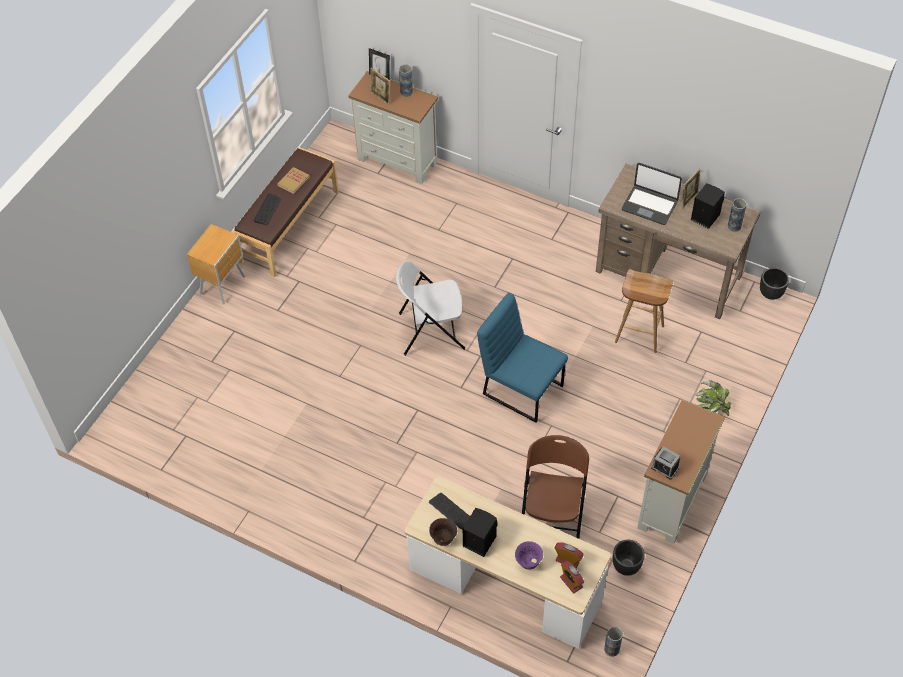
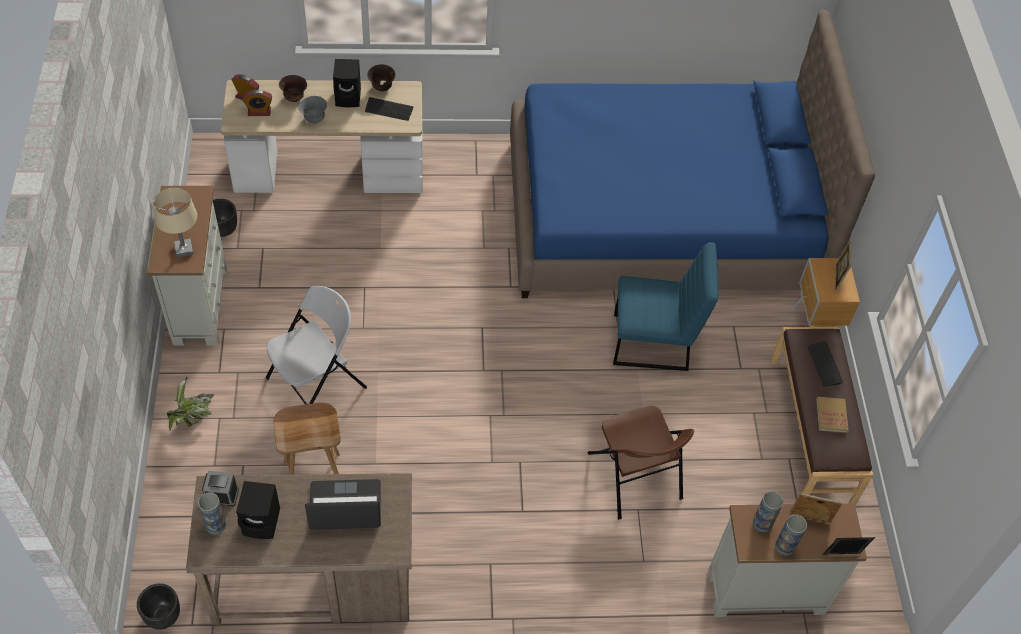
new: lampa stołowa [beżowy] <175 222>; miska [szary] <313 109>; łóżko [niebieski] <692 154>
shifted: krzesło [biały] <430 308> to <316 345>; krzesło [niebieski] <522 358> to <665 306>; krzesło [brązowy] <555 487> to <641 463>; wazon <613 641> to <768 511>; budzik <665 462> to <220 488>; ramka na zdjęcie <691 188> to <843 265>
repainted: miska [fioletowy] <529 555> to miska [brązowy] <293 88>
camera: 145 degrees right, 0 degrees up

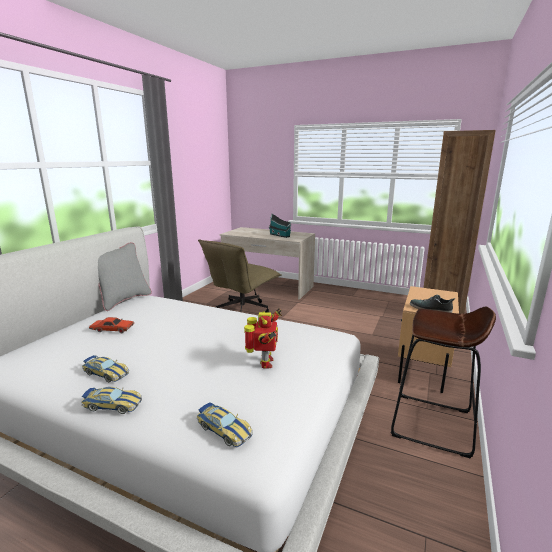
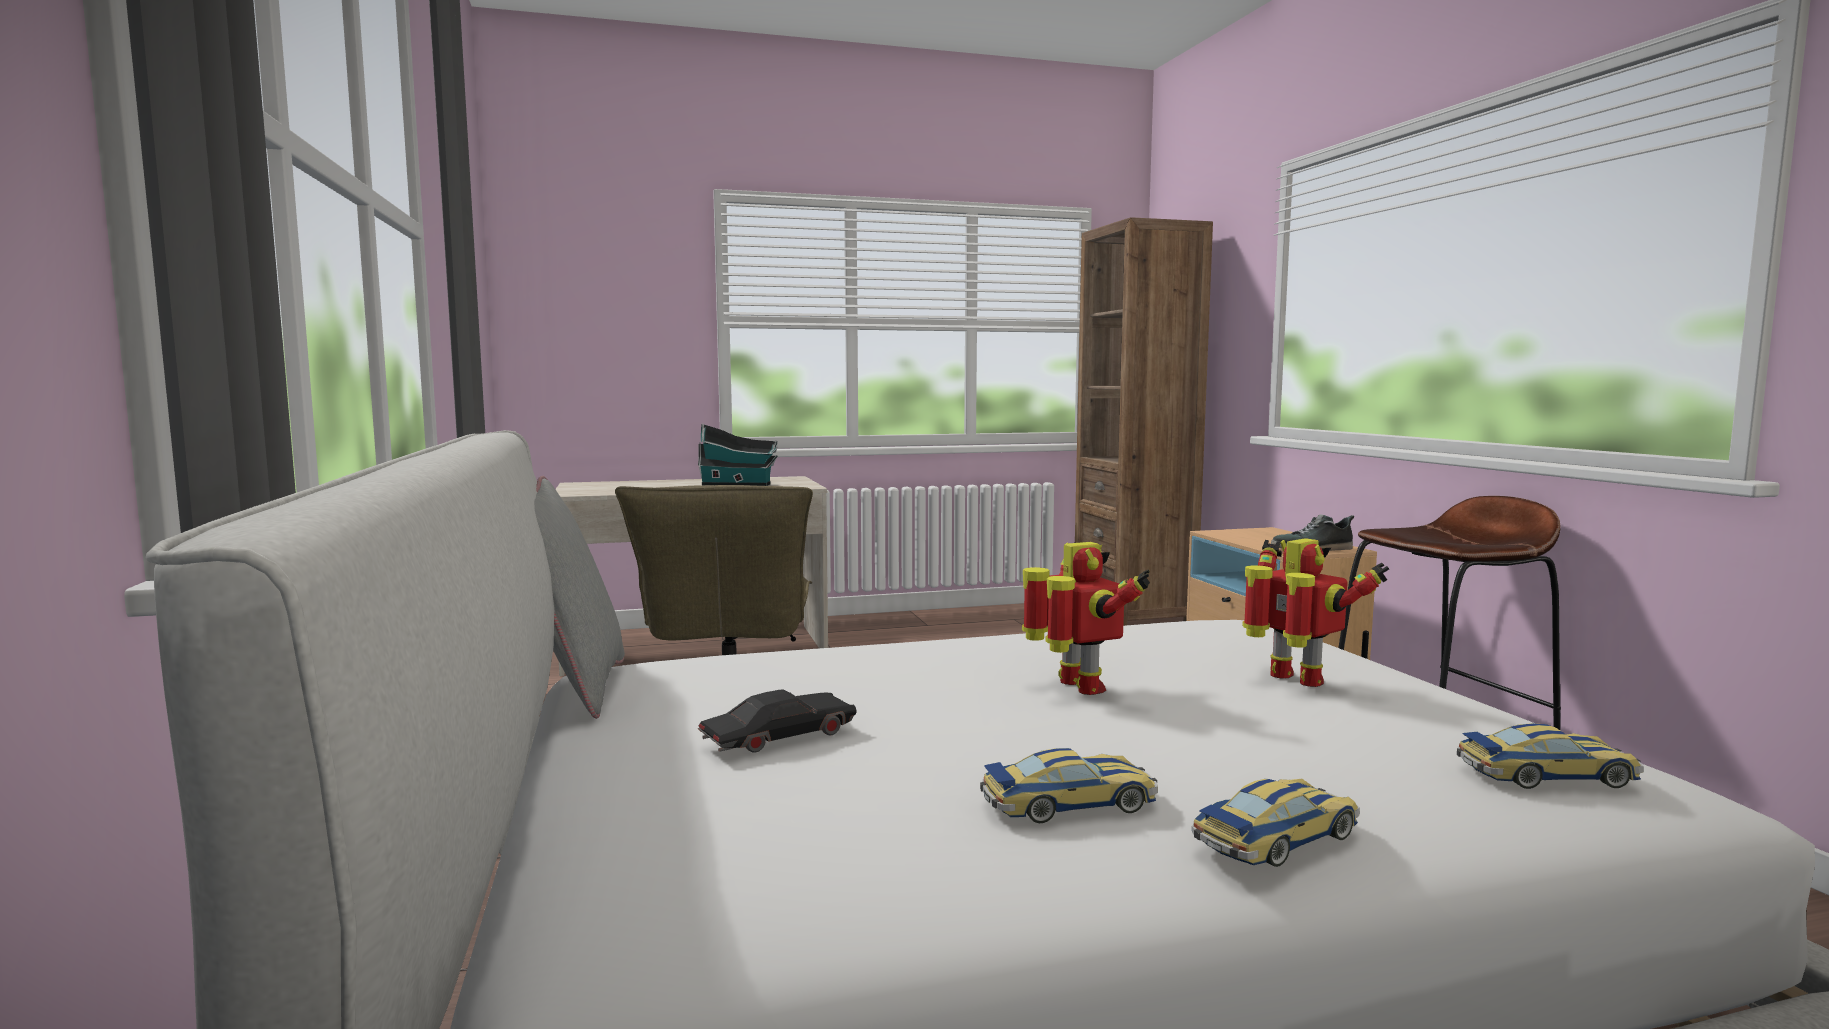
new: robot zabawkowy <1086 618>
repainted: samochodzik [czerwony] <111 325> to samochodzik [czarny] <777 721>
camera: 40 degrees left, 10 degrees down

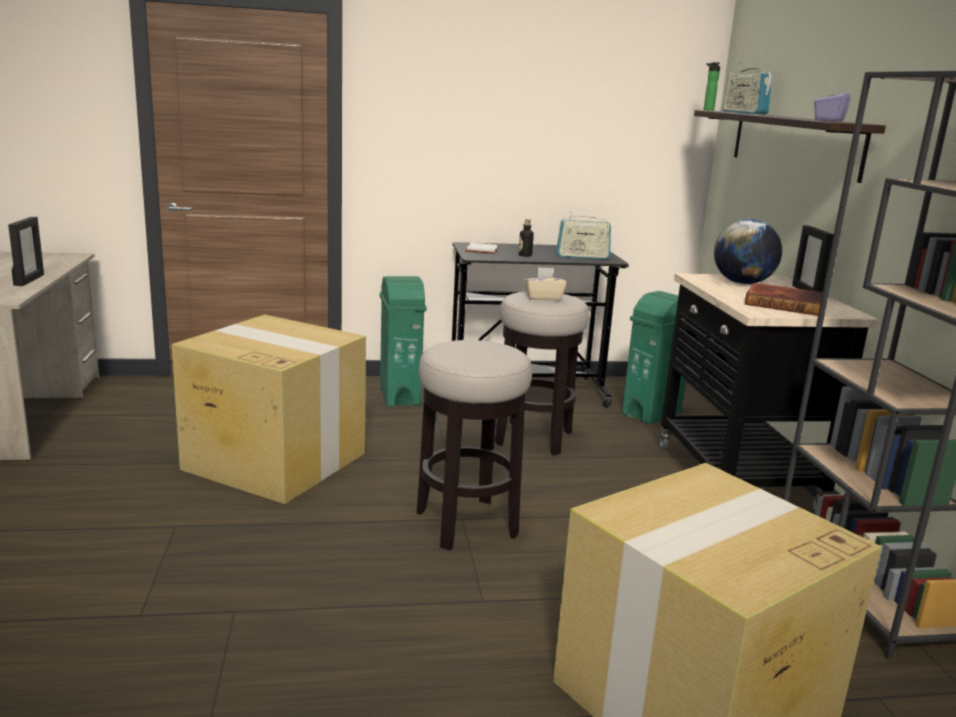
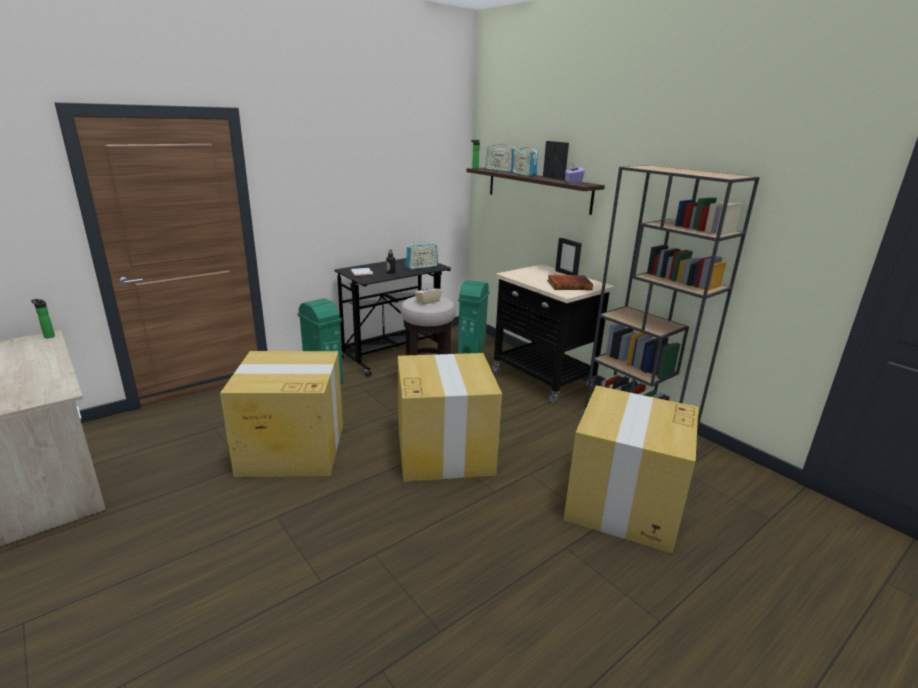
gone: globus <748 251>
new: butelka <43 318>; radio <525 160>
shifted: ramka na zdjęcie <26 251> to <556 160>
swapped: stołek <474 445> to karton <450 417>
camera: 30 degrees left, 5 degrees up

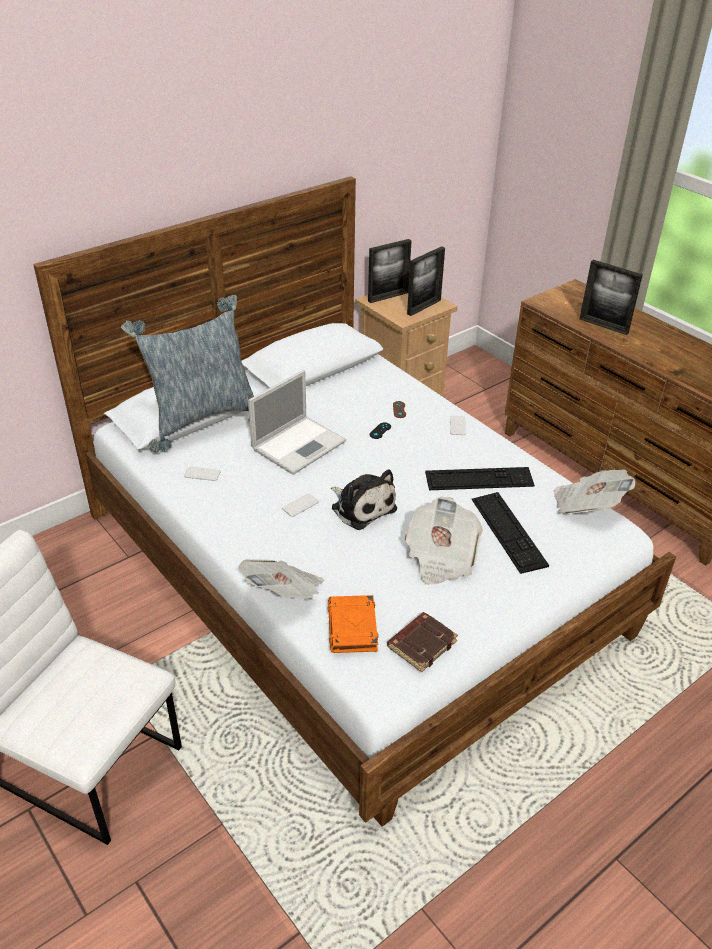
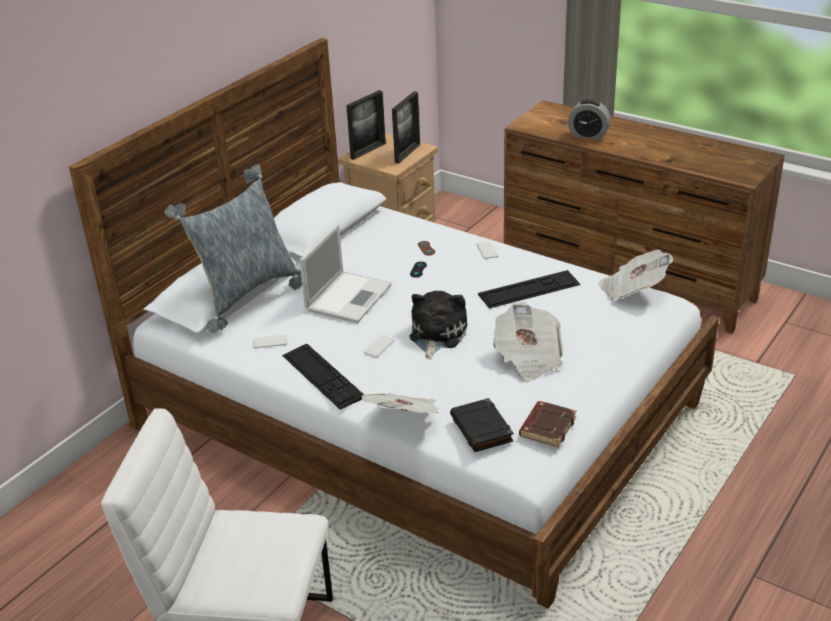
shifted: klawiatura <510 533> to <323 377>
swapped: ramka na zdjęcie <611 297> to budzik <589 119>
repainted: książka [pomarańczowy] <353 624> to książka [czarny] <482 425>
rotated: pluszak <364 499> = <438 325> 105 degrees counterclockwise
camera: 15 degrees left, 5 degrees down

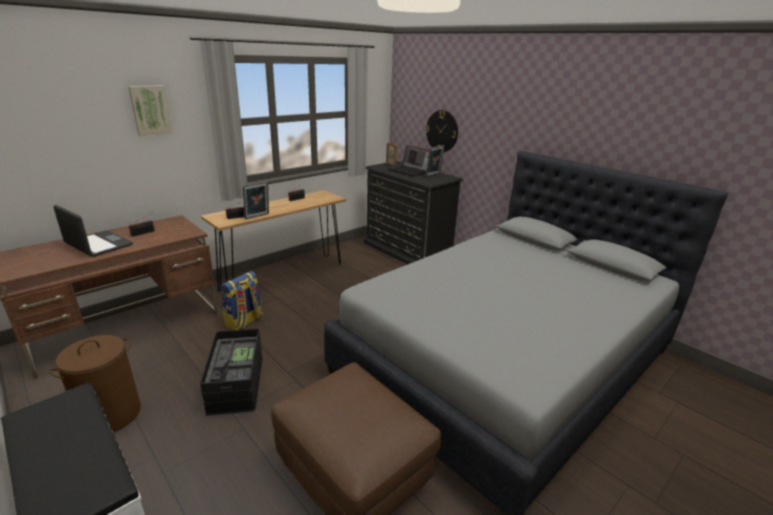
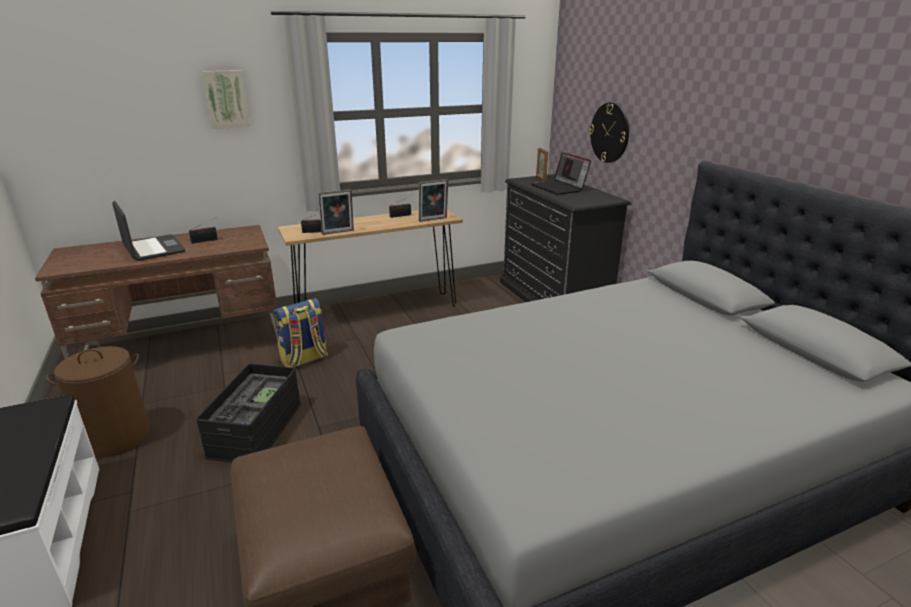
shifted: ramka na zdjęcie <435 161> to <433 200>
camera: 20 degrees right, 0 degrees up

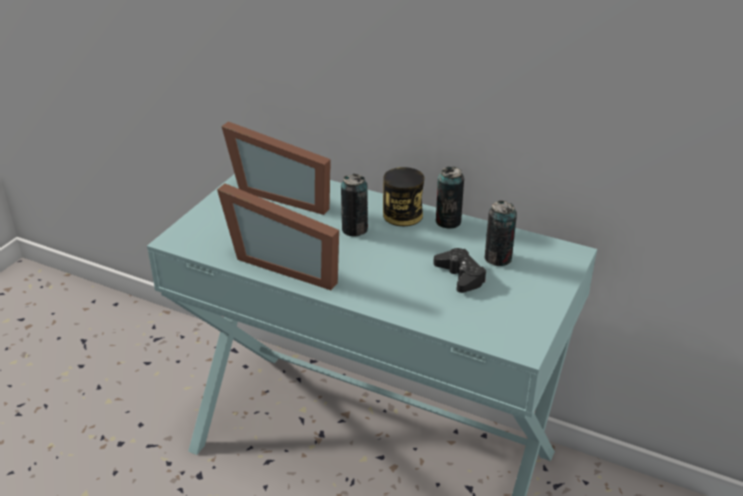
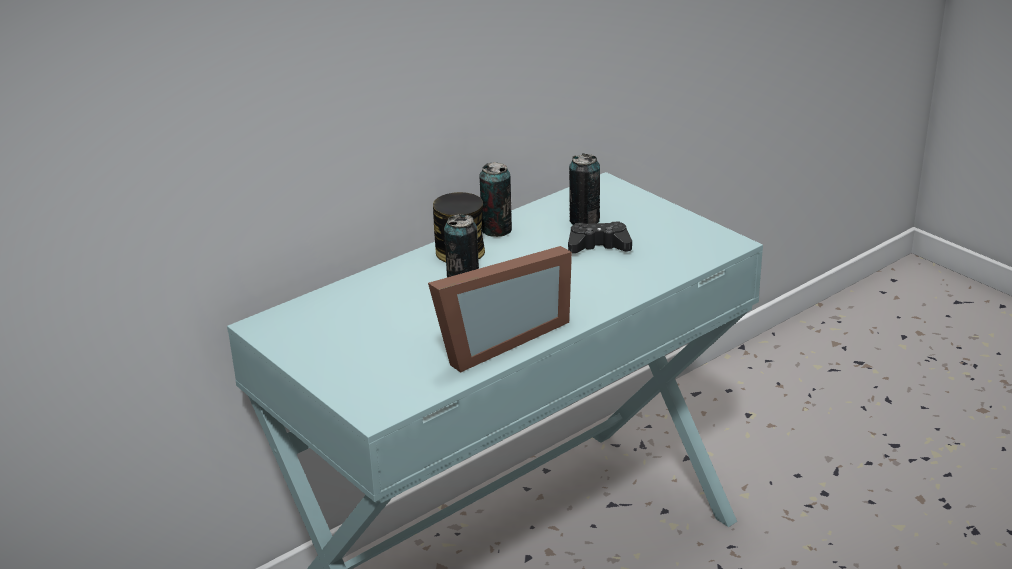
gone: ramka na zdjęcie <276 168>
camera: 65 degrees left, 5 degrees down

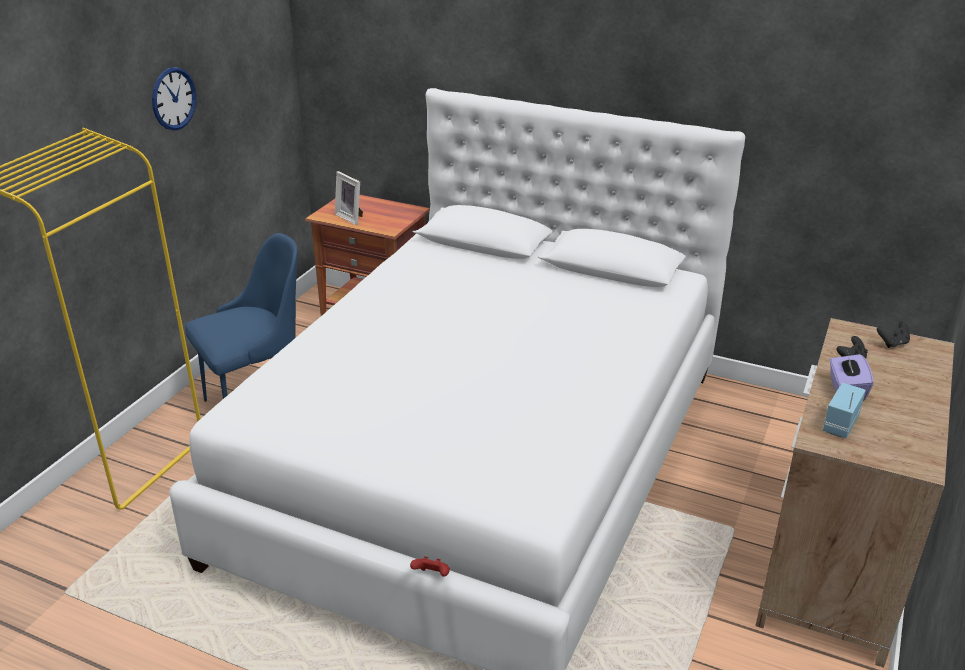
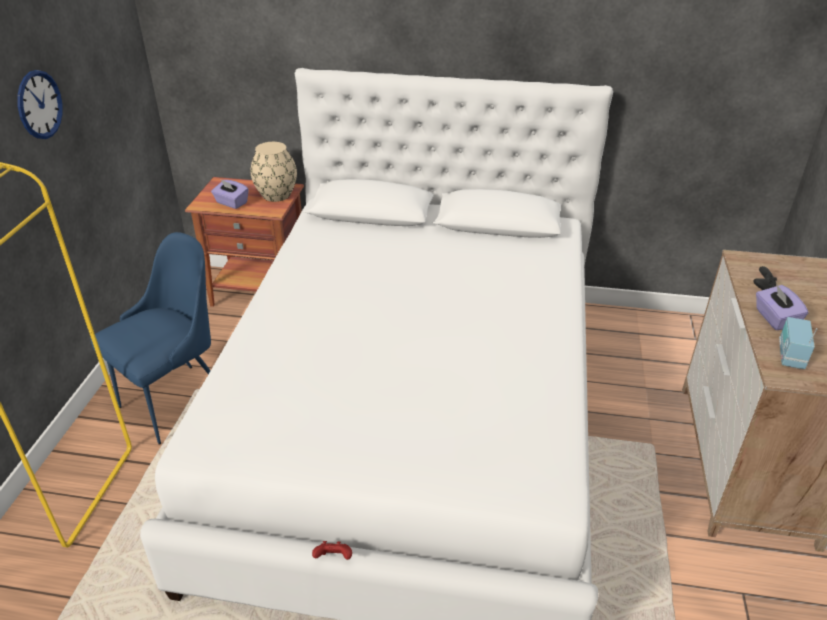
gone: pad do gier [czarny] <893 334>
new: wazon [beżowy] <274 172>
shifted: pad do gier [czerwony] <430 566> to <332 550>
swapped: ramka na zdjęcie <349 198> to pudełko chusteczek [fioletowy] <230 194>
camera: 15 degrees left, 5 degrees up

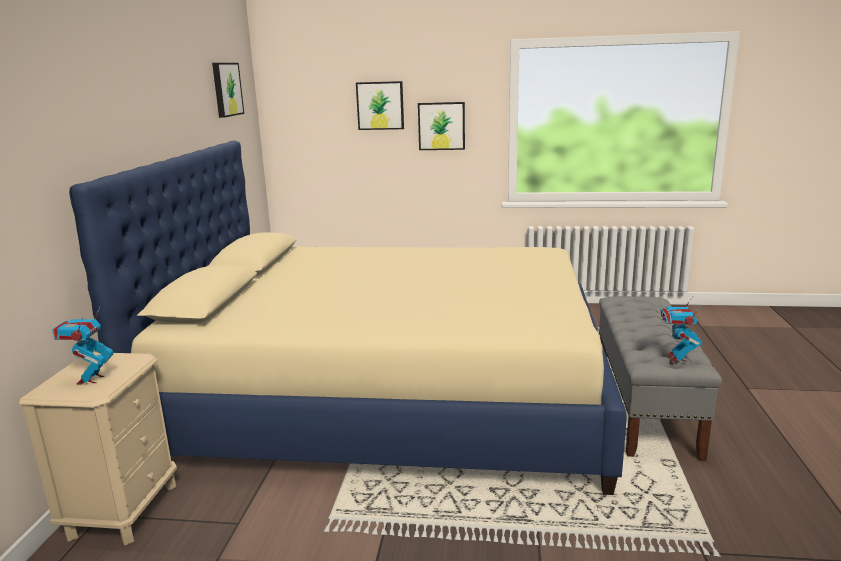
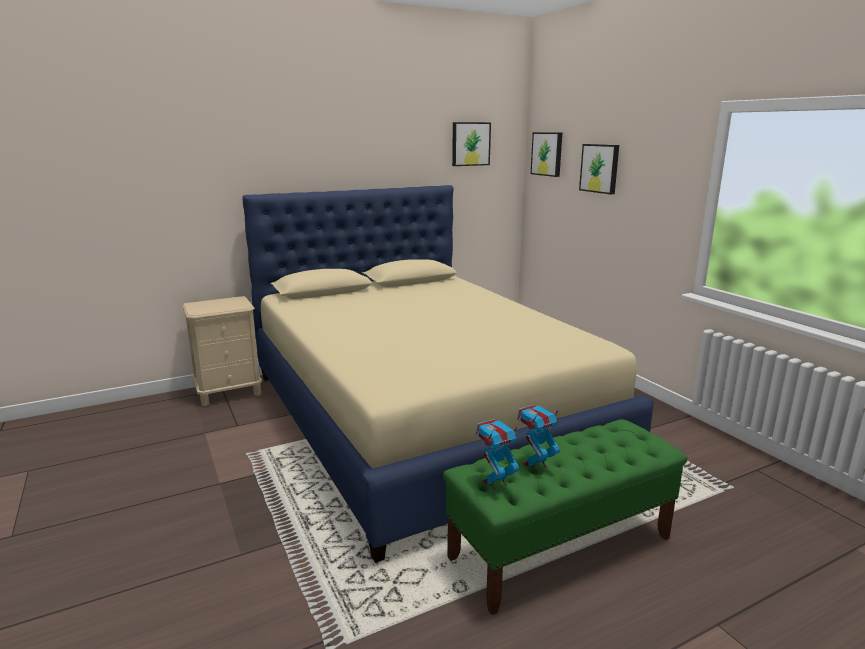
shifted: robot zabawkowy <83 345> to <539 438>; obraz <441 126> to <546 154>
repainted: ławka [szary] <660 378> to ławka [zielony] <565 517>
camera: 55 degrees right, 0 degrees up

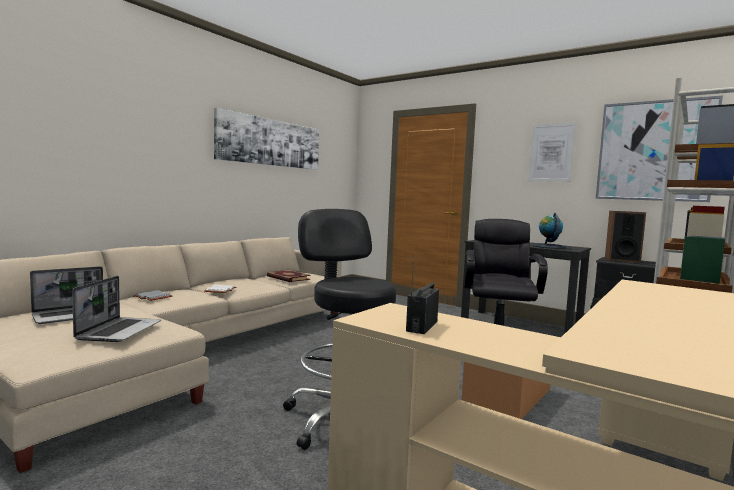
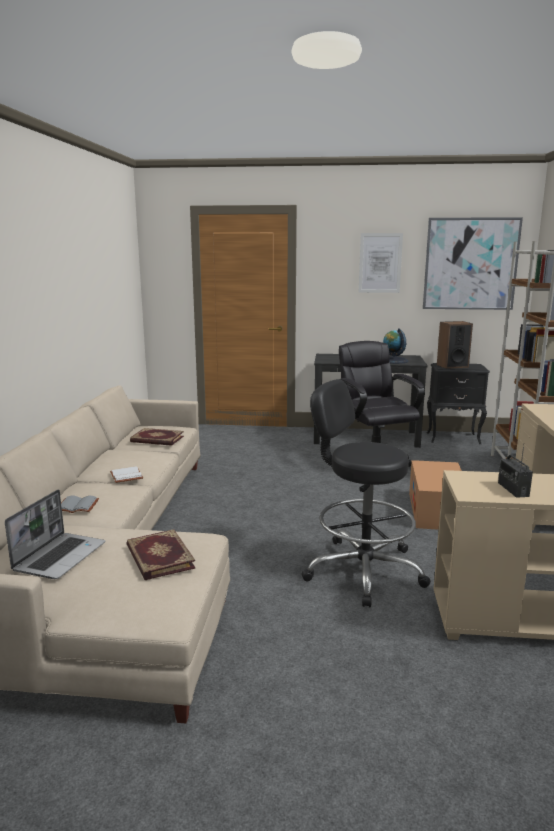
gone: obraz <266 139>
swapped: laptop <116 309> to książka <161 554>
camera: 30 degrees left, 10 degrees up

